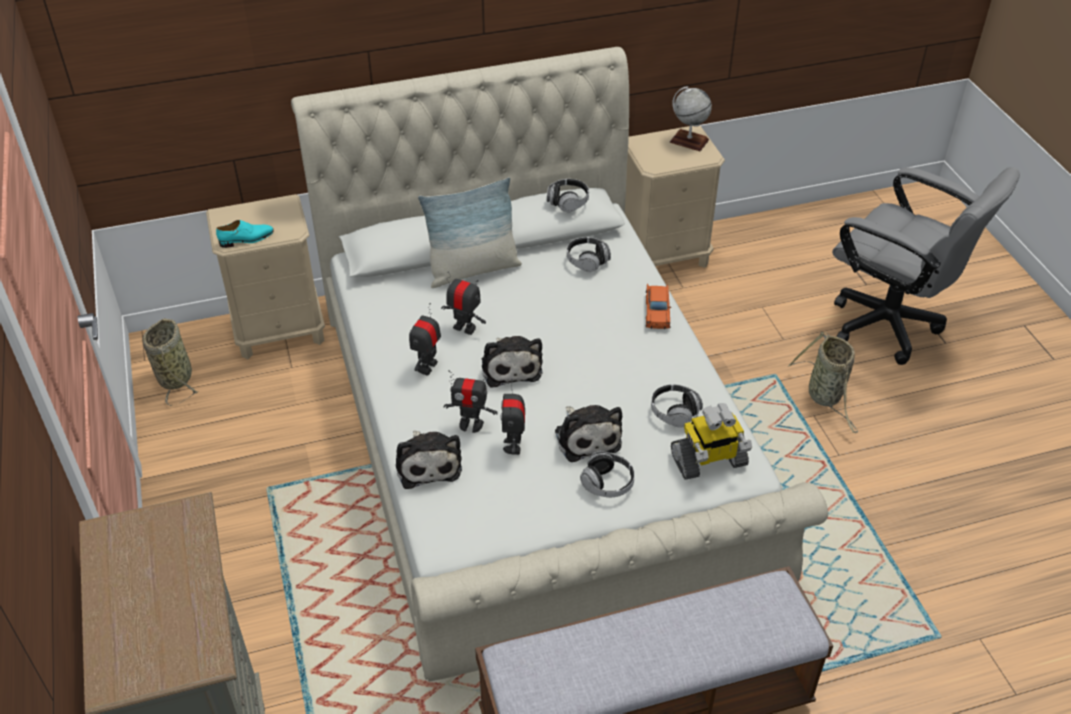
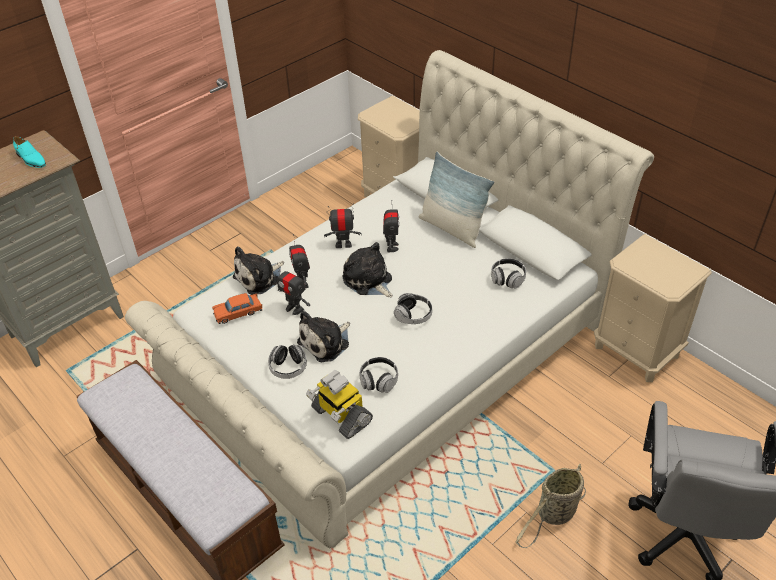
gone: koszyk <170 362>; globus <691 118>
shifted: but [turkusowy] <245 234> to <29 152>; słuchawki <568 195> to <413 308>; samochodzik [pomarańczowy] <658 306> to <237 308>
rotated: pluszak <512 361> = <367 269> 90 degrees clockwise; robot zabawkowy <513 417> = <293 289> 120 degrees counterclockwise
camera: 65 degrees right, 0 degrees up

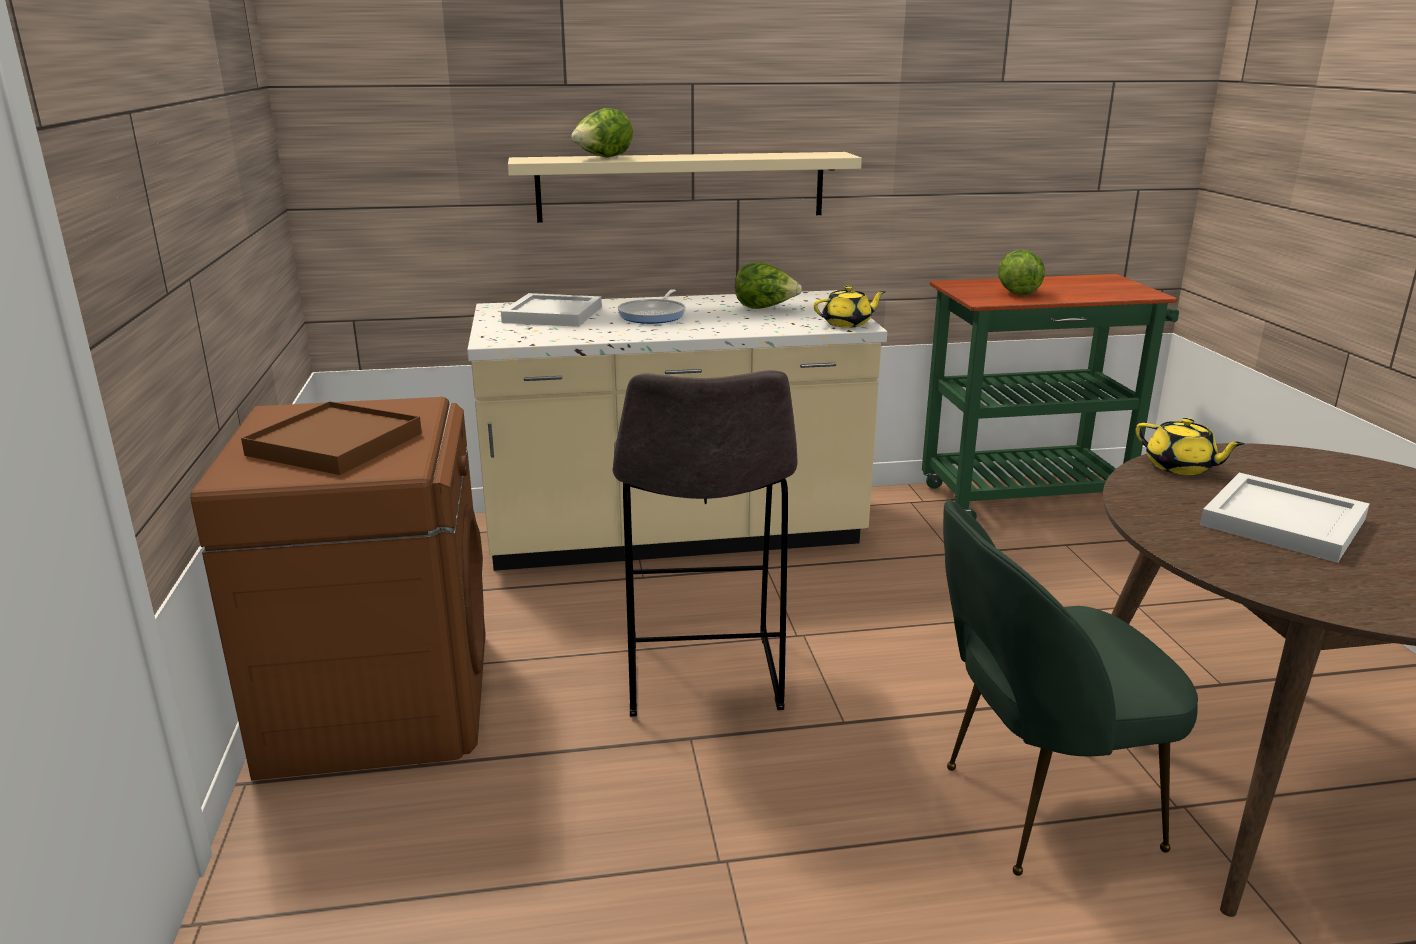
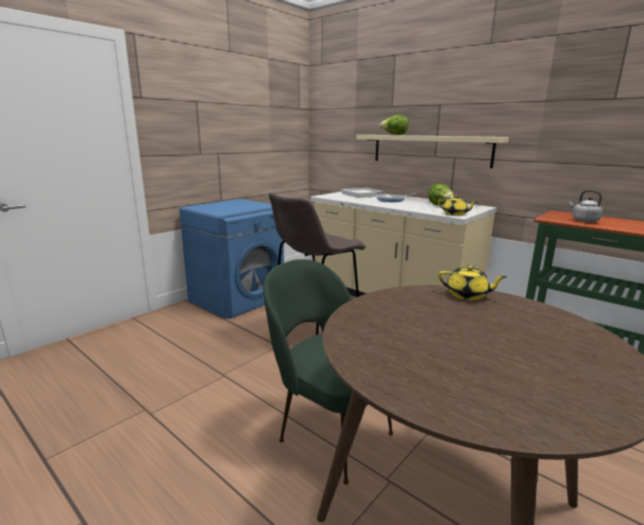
gone: taca [brązowy] <331 438>; taca [biały] <1285 518>
swapped: sałata <1021 273> to czajnik [szary] <586 206>
repainted: pralka [brązowy] <338 589> to pralka [niebieski] <231 259>
rotated: imbryk [żółty] <1190 446> = <472 282> 75 degrees counterclockwise
camera: 50 degrees right, 5 degrees down

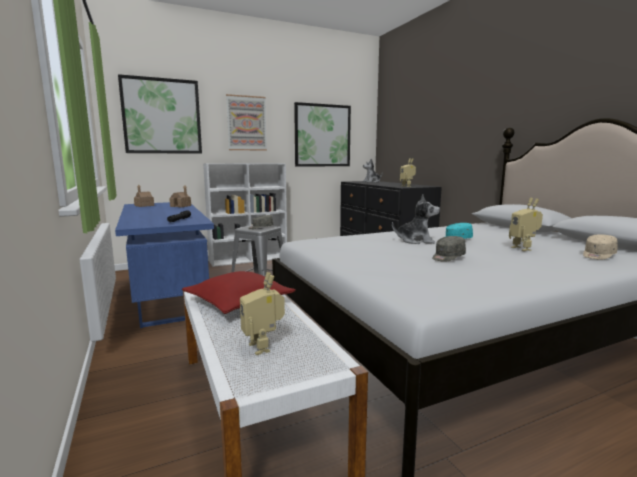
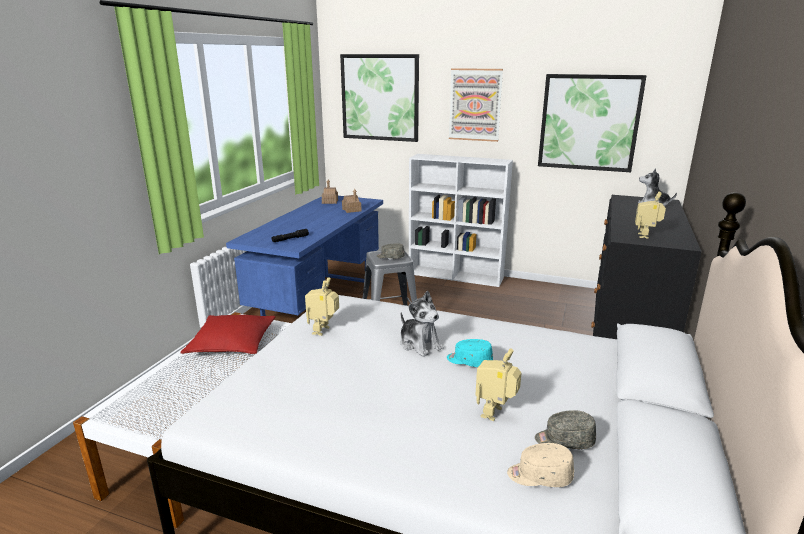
shifted: robot zabawkowy <262 313> to <322 306>; czapka z daszkiem [szary] <449 249> to <565 429>
camera: 45 degrees right, 10 degrees up

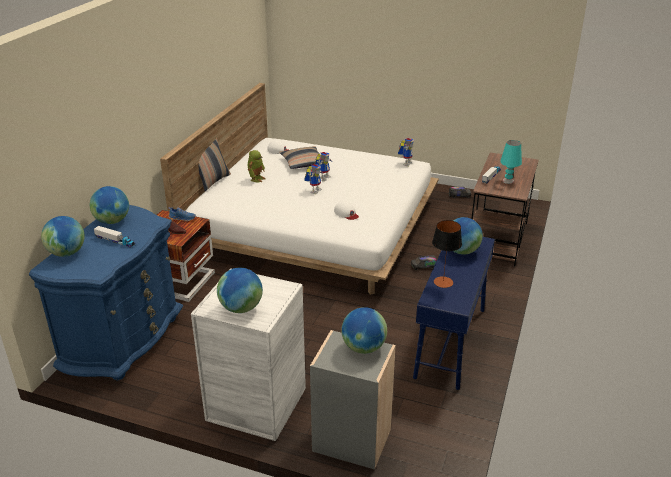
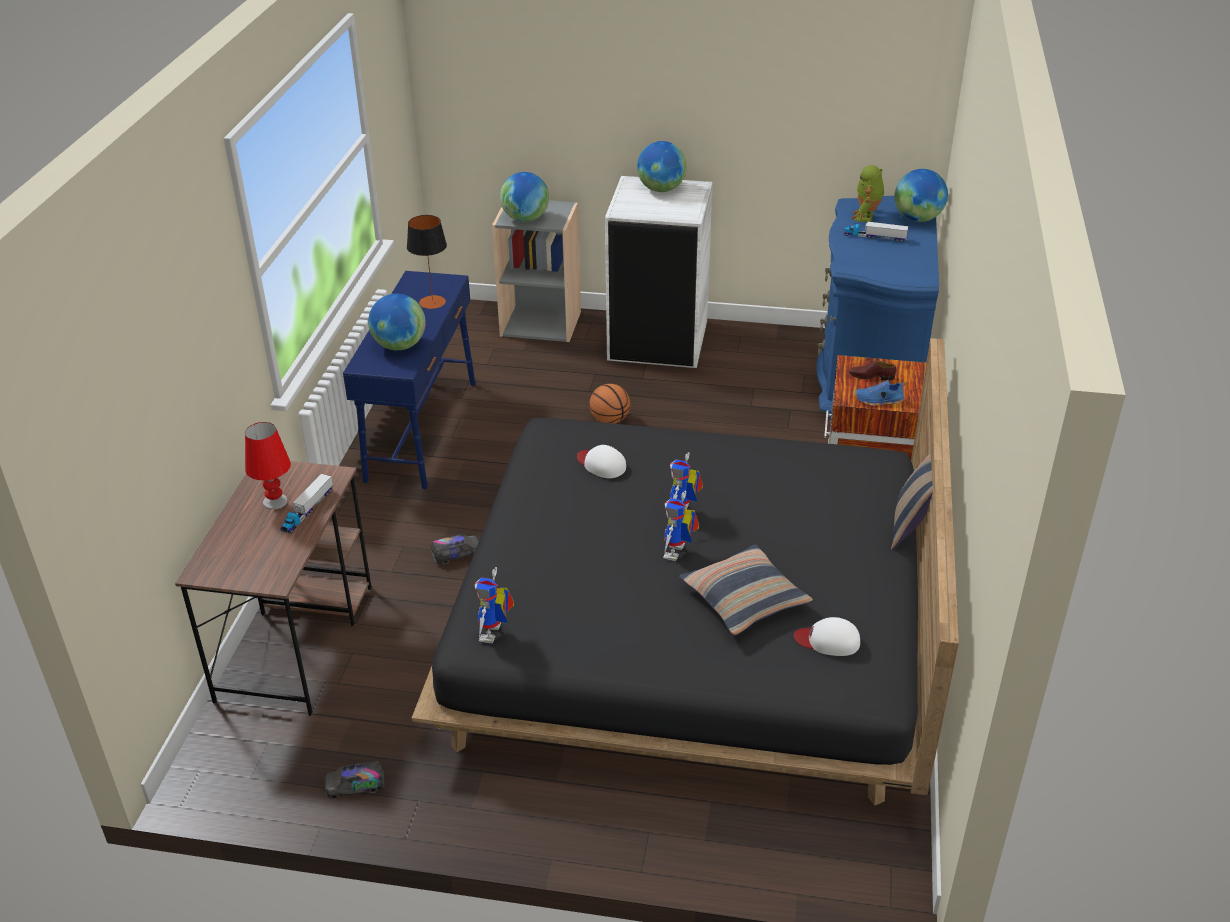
gone: globus <109 205>
new: piłka do koszykówki <610 404>
shifted: robot zabawkowy <256 166> to <867 193>
repainted: łóżko [biały] <299 189> to łóżko [czarny] <685 572>; lampa stołowa [turkusowy] <511 162> to lampa stołowa [czerwony] <268 466>
camera: 170 degrees right, 5 degrees up

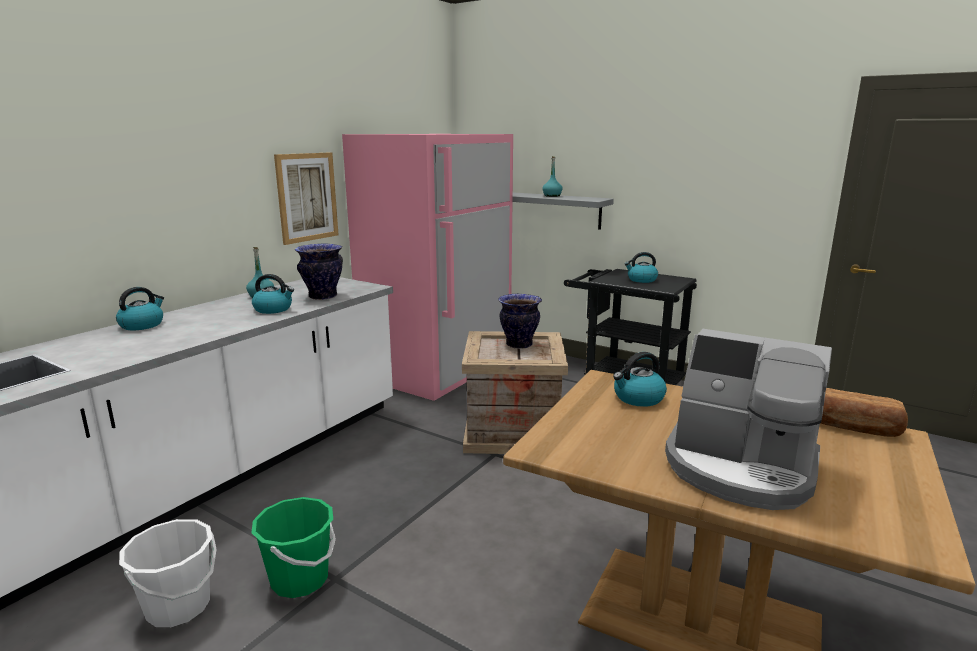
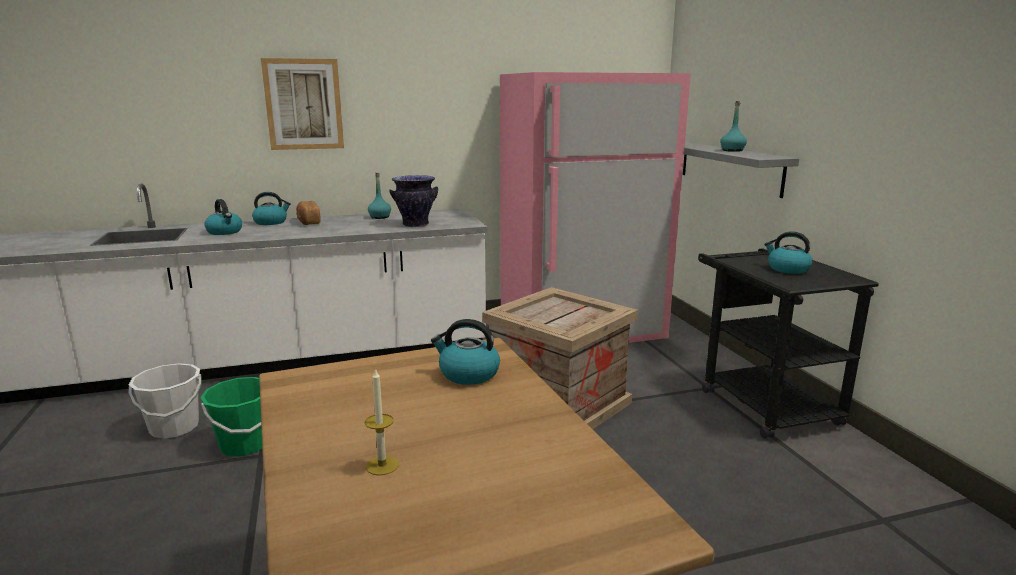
gone: wazon <520 321>
shifted: czajnik <273 294> to <223 217>; obraz <306 198> to <302 104>; chleb <864 412> to <308 213>
swapped: ekspres do kawy <748 419> to świeca <382 421>
camera: 40 degrees right, 0 degrees up

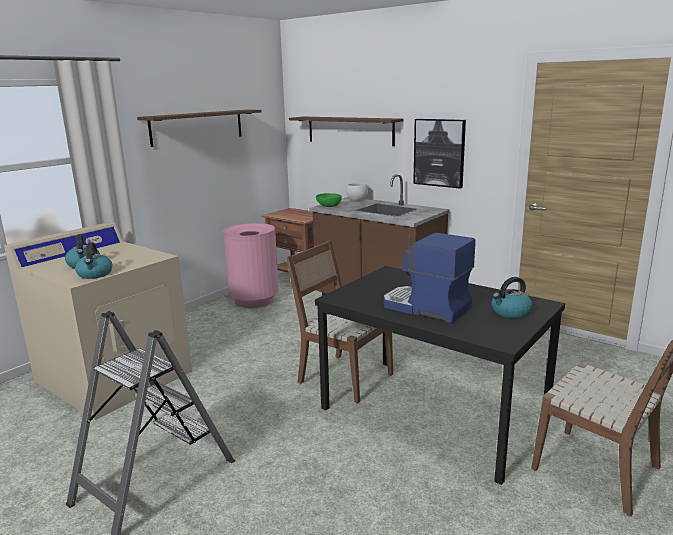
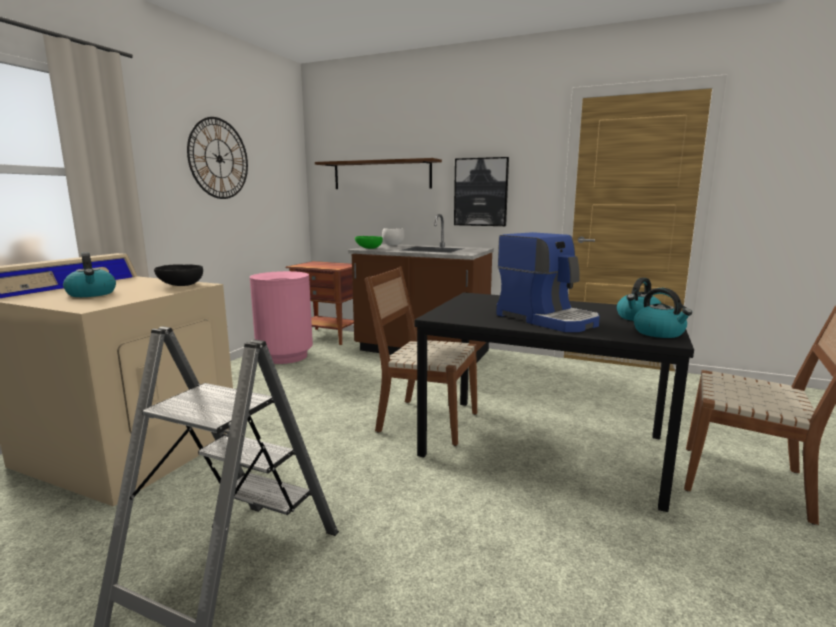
new: miska [czarny] <178 275>
shifted: czajnik <93 260> to <663 313>
swapped: półka [brązowy] <199 128> to zegar ścienny <217 158>
rotated: ekspres do kawy <430 278> = <548 282> 150 degrees counterclockwise
camera: 15 degrees left, 5 degrees down

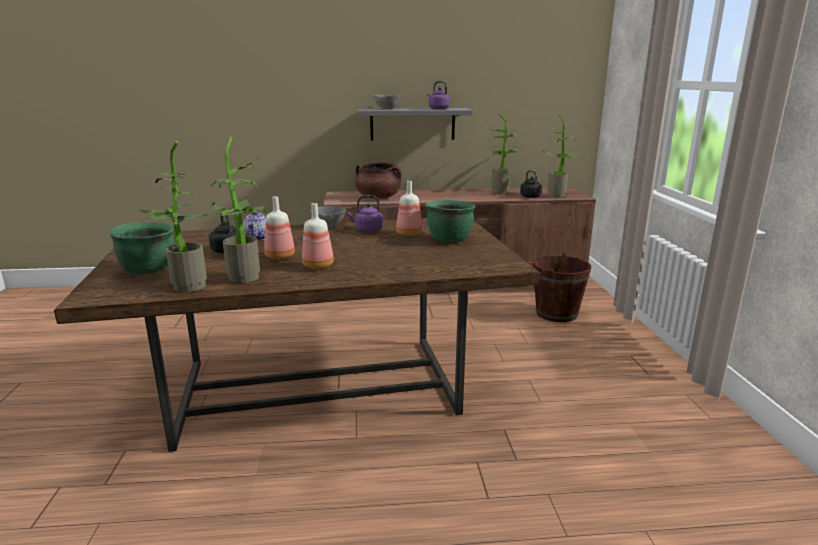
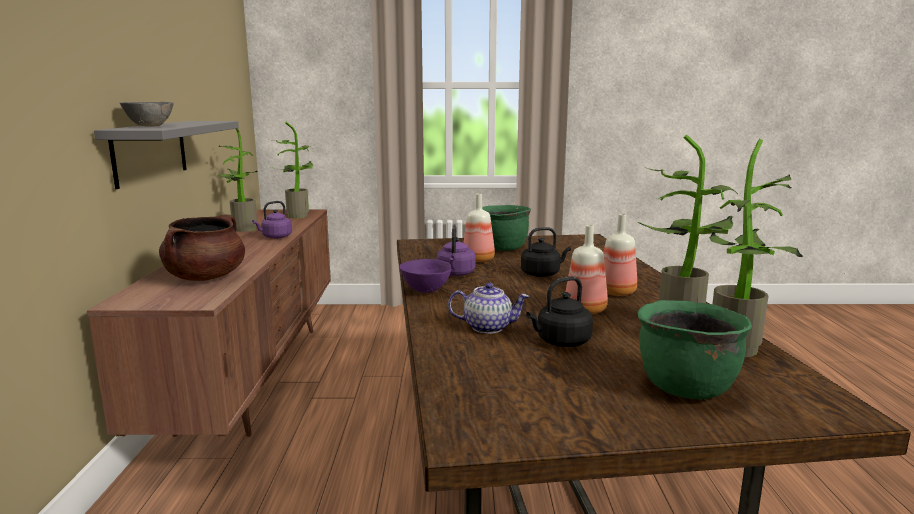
gone: wiadro [brązowy] <562 287>
shifted: czajnik [fioletowy] <438 95> to <272 220>; czajnik [czarny] <531 184> to <546 252>
repainted: miska [szary] <328 216> to miska [fioletowy] <425 276>
camera: 85 degrees left, 5 degrees down

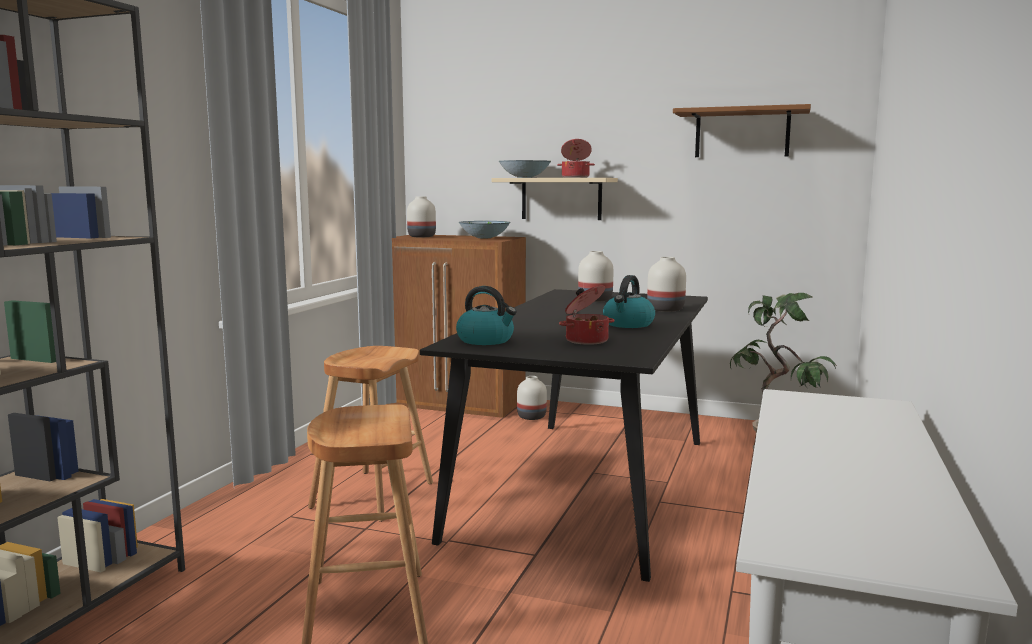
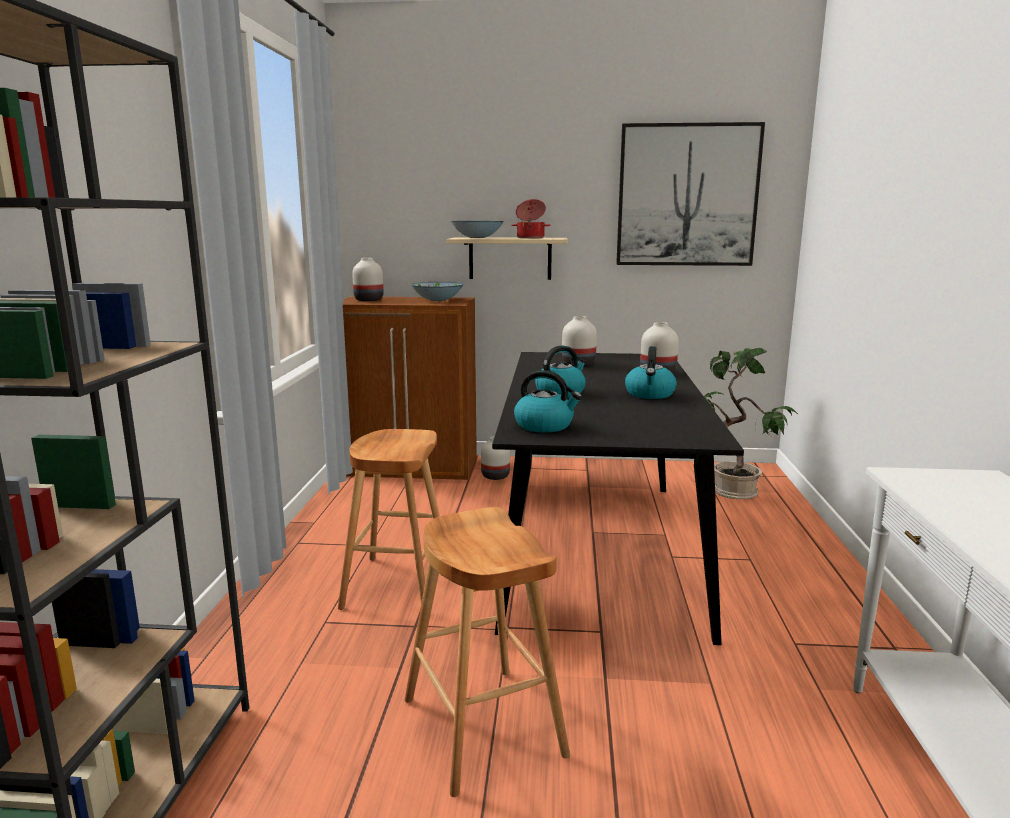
gone: garnek <587 315>
new: czajnik <560 371>
swapped: półka [brązowy] <742 130> to obraz <690 194>
camera: 15 degrees left, 5 degrees up

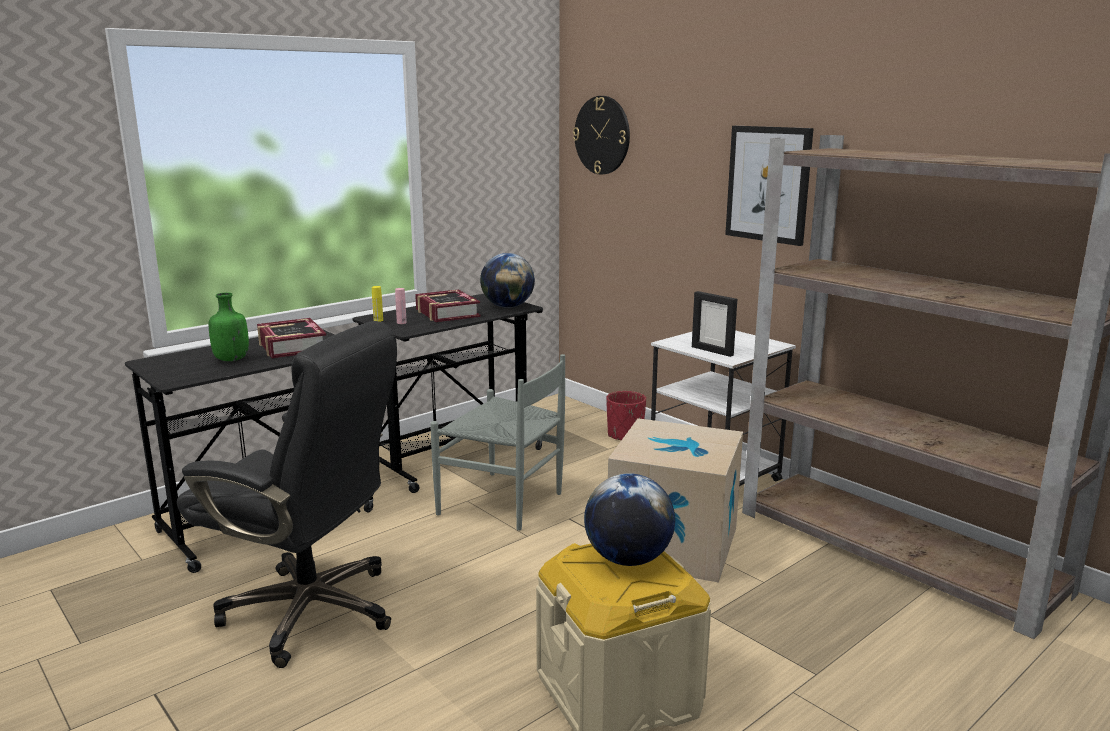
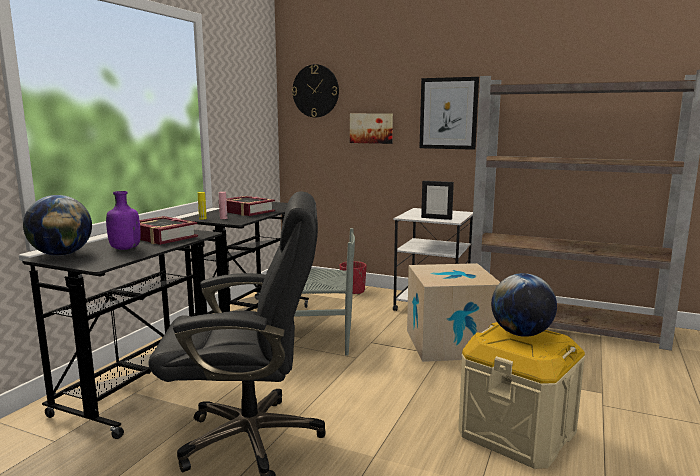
new: obraz <371 128>
shifted: globus <507 280> to <57 225>
repainted: butelka [zielony] <229 327> to butelka [fioletowy] <123 220>
camera: 25 degrees left, 5 degrees down

